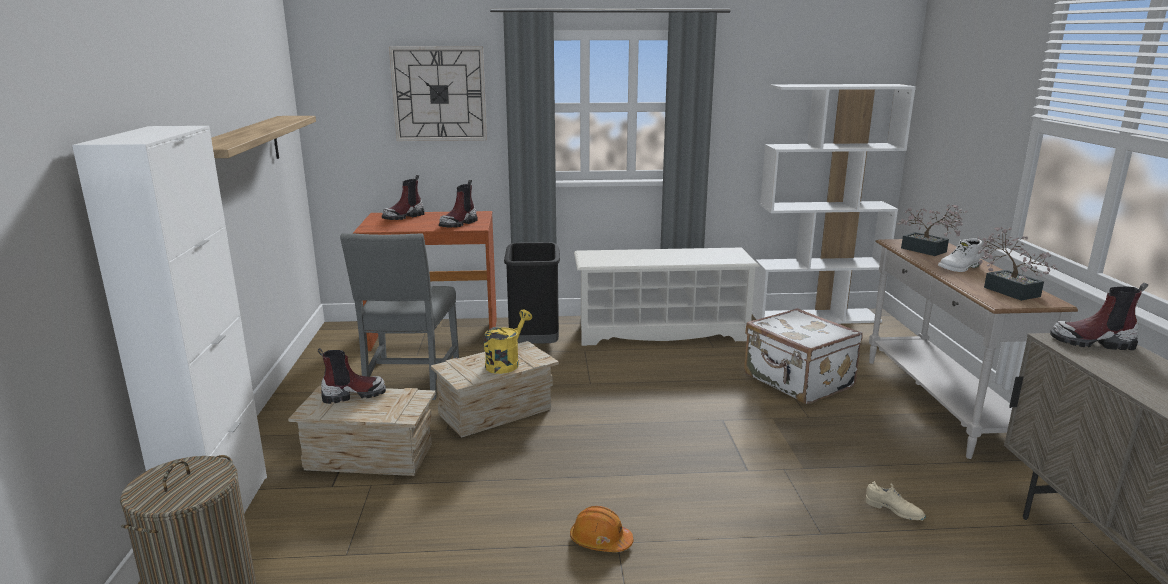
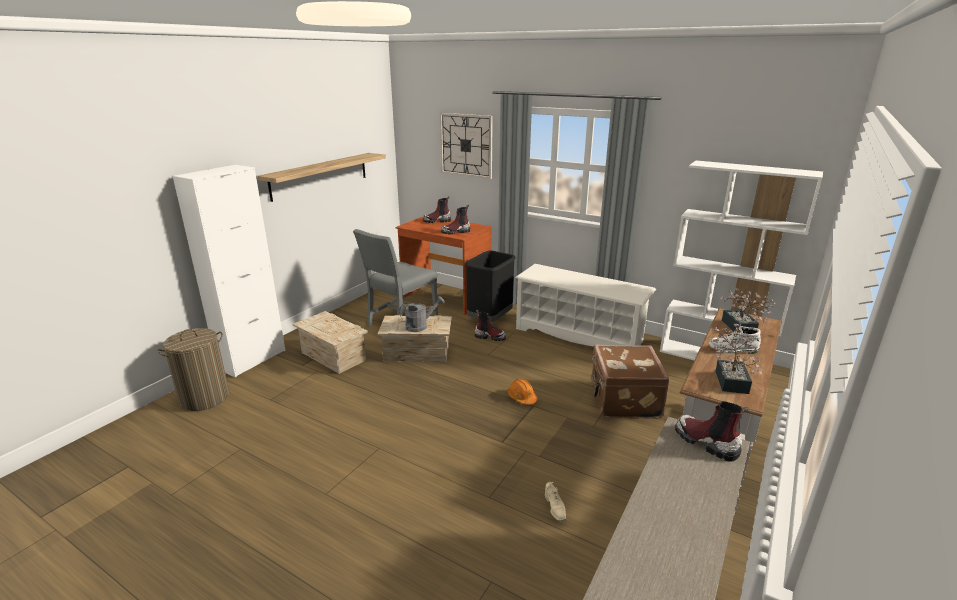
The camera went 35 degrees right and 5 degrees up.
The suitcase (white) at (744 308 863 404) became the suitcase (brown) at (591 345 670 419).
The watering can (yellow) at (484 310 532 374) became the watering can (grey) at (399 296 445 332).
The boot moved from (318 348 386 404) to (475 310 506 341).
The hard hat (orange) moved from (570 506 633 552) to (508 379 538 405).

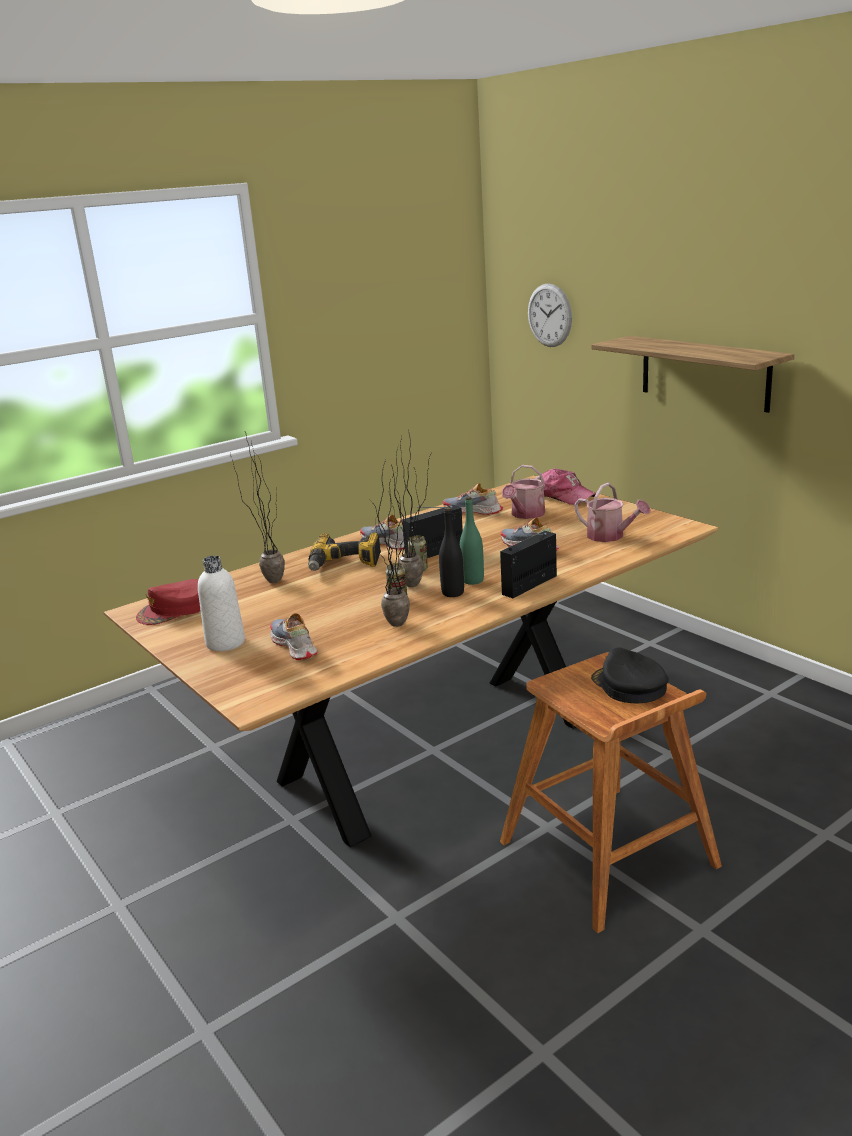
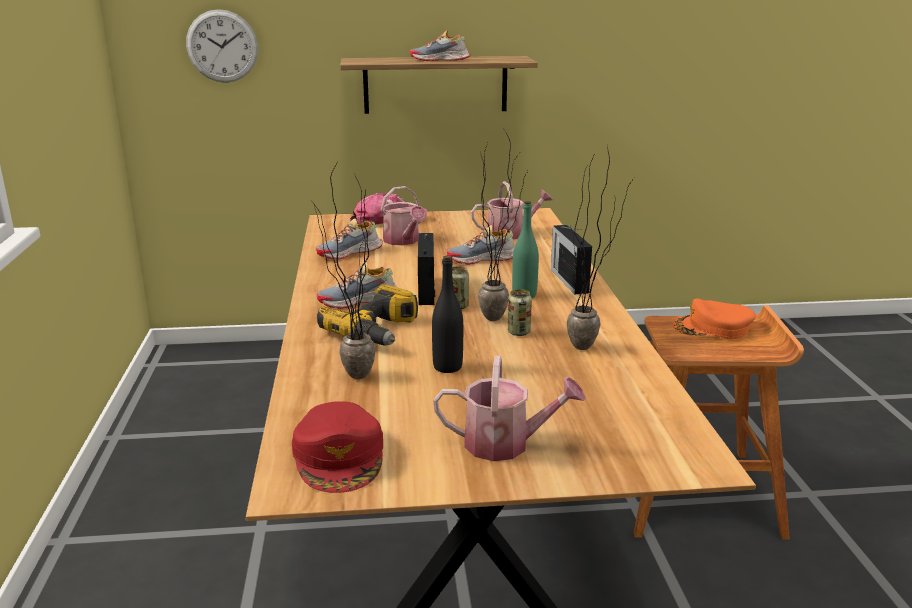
The camera went 60 degrees left and 0 degrees up.
The bottle (black) moved from (439 507 464 597) to (432 255 463 373).
The bottle (white) at (198 556 245 651) was replaced by the watering can at (434 356 586 461).
The shoe moved from (270 613 318 660) to (410 30 471 61).
The cap (black) at (591 647 669 703) became the cap (orange) at (673 299 756 339).

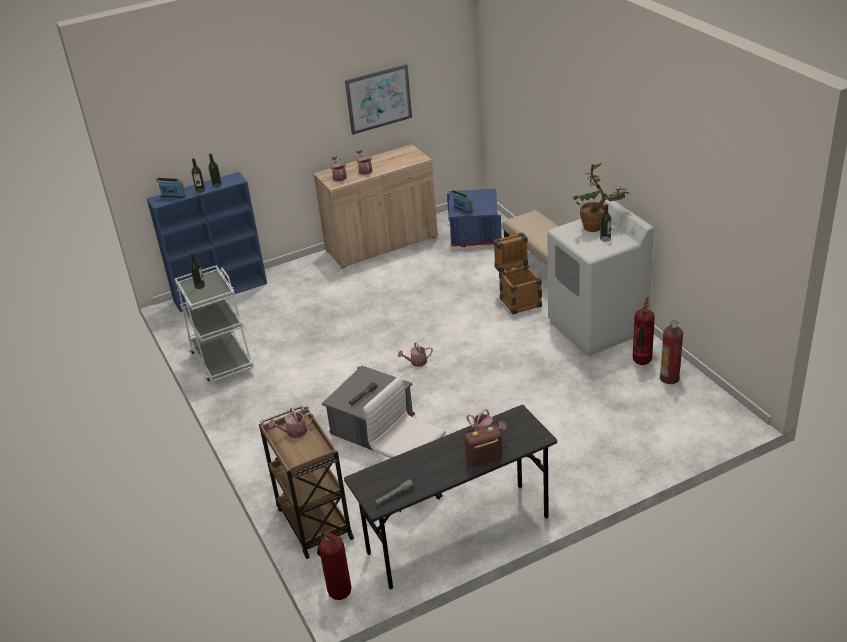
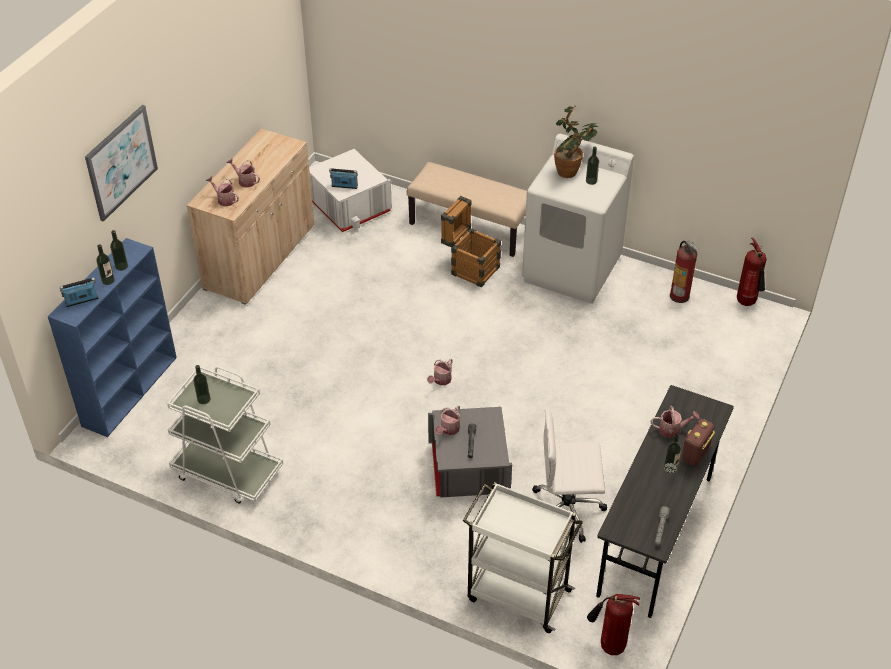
The camera went 40 degrees left and 10 degrees up.
The picture moved from (345 64 412 135) to (85 105 158 222).
The storage box (blue) at (447 189 502 247) became the storage box (white) at (309 149 392 232).
The fire extinguisher moved from (633 297 655 365) to (737 238 767 306).
The cart (brown) at (259 405 354 559) became the cart (white) at (463 482 583 633).
The watering can moved from (269 408 314 438) to (435 405 460 435).
The bottle at (664 434 681 473) appeared.

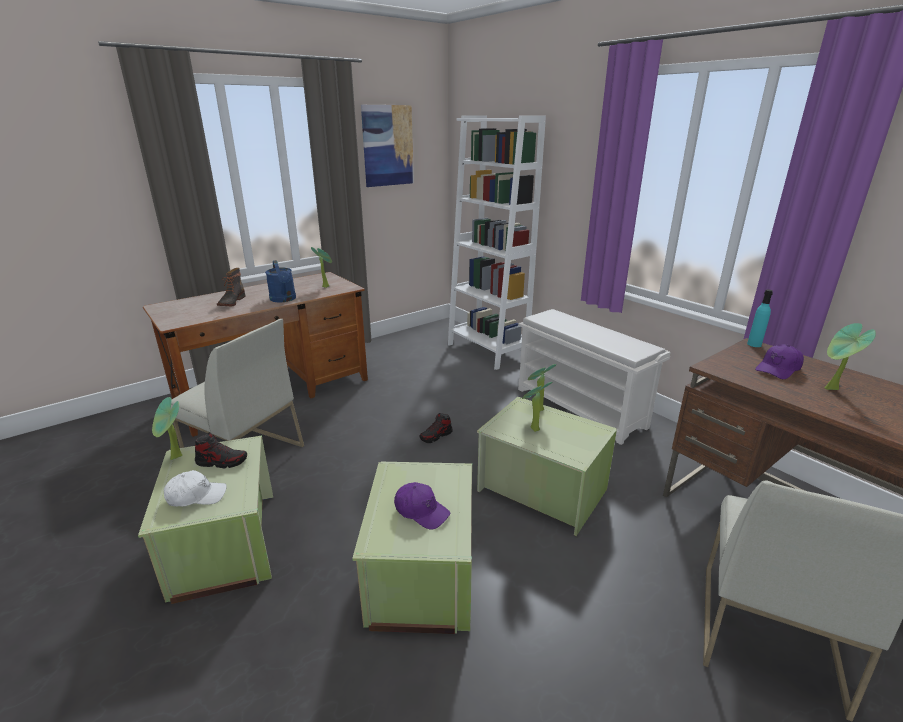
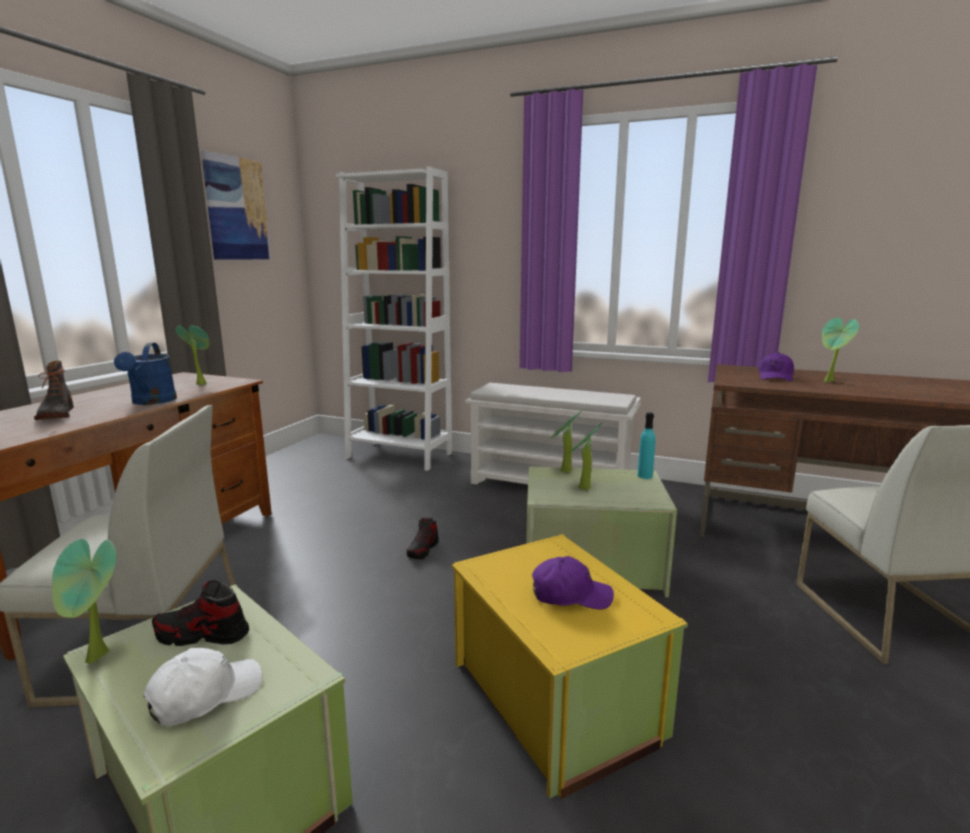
The camera went 30 degrees left and 10 degrees down.
The watering can (blue) at (265 260 296 302) turned 45 degrees clockwise.
The bottle (turquoise) moved from (747 290 773 347) to (638 412 656 479).
The shoe at (195 433 247 468) turned 150 degrees counterclockwise.
The storage box (green) at (352 462 472 634) became the storage box (yellow) at (452 534 688 799).

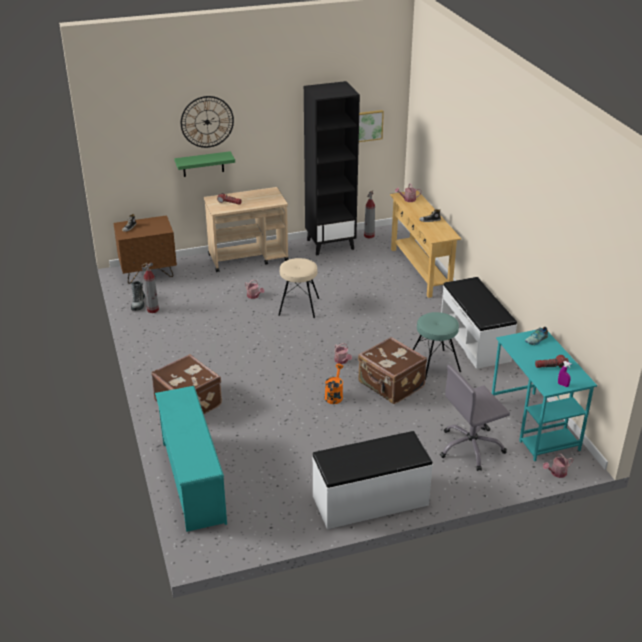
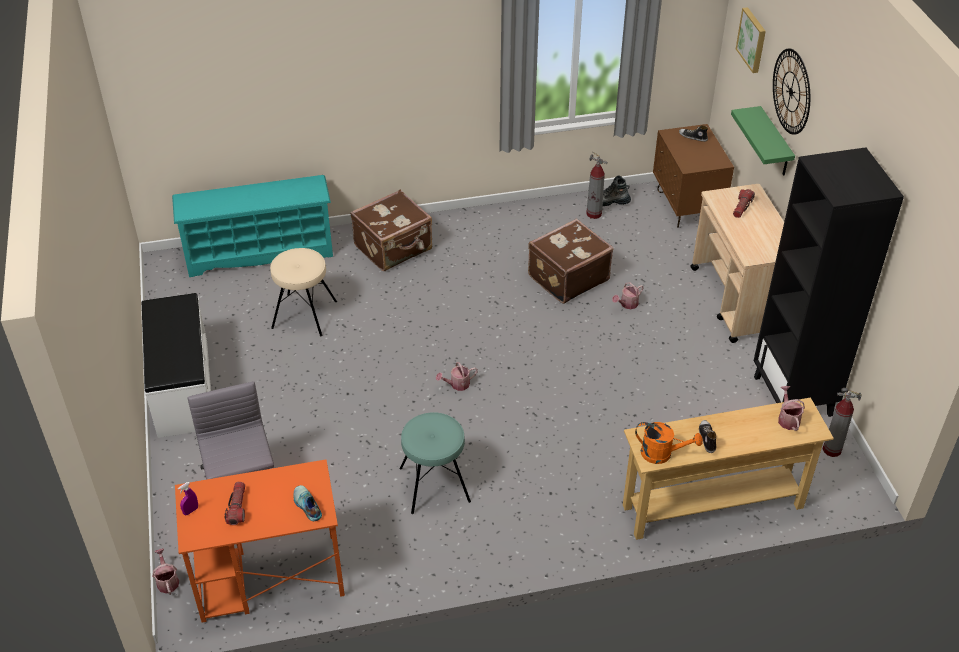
The camera went 95 degrees right and 10 degrees up.
The picture moved from (359 110 384 142) to (736 7 766 73).
The stool (beige) moved from (278 258 319 318) to (270 248 337 336).
The bench (white) at (441 277 517 369) disappeared.
The desk (turquoise) at (492 330 597 461) became the desk (orange) at (175 459 345 623).
The suitcase (brown) moved from (358 337 427 404) to (528 218 614 304).
The watering can (orange) moved from (325 364 343 404) to (635 422 703 464).

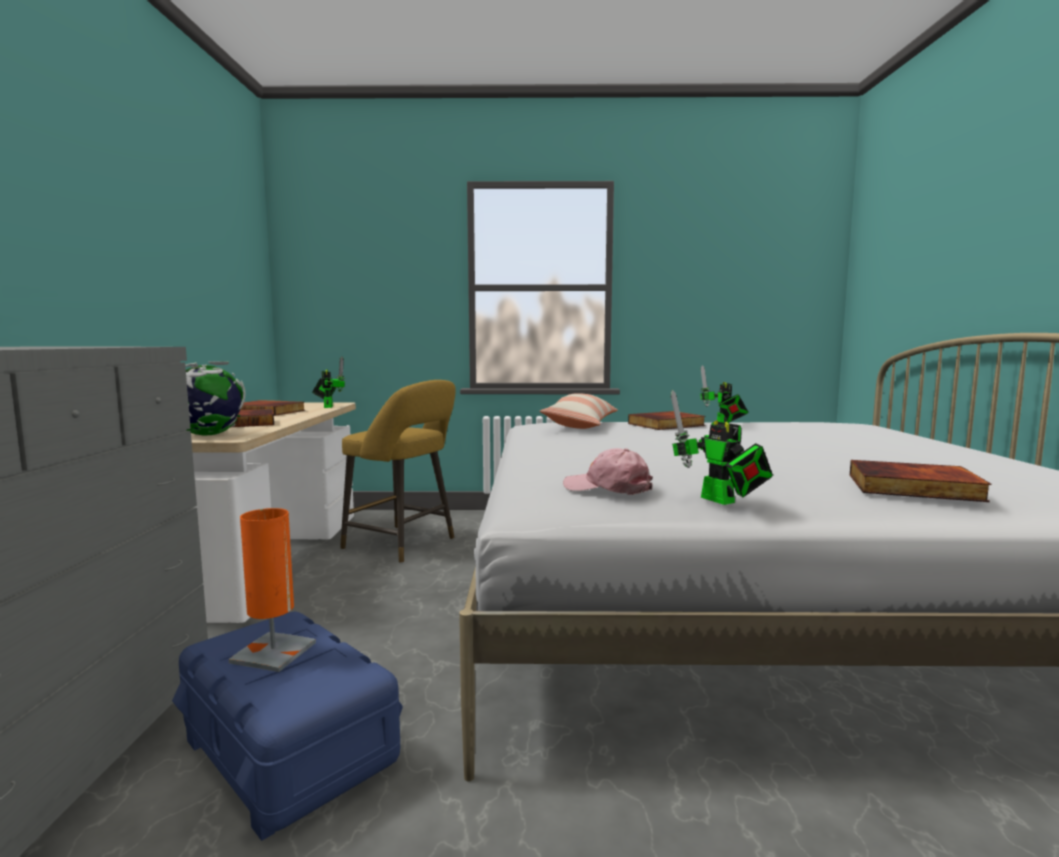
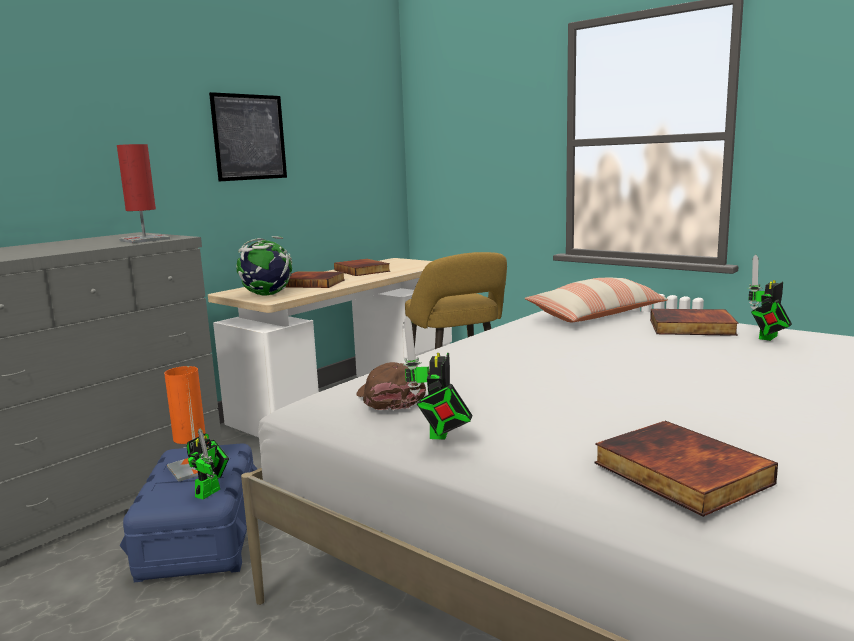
The camera went 40 degrees right and 5 degrees up.
The toy robot moved from (312 356 345 408) to (187 428 229 500).
The cap (pink) at (563 448 653 495) became the cap (brown) at (357 362 426 410).
The picture at (209 92 287 181) appeared.
The table lamp (red) at (117 144 170 243) appeared.

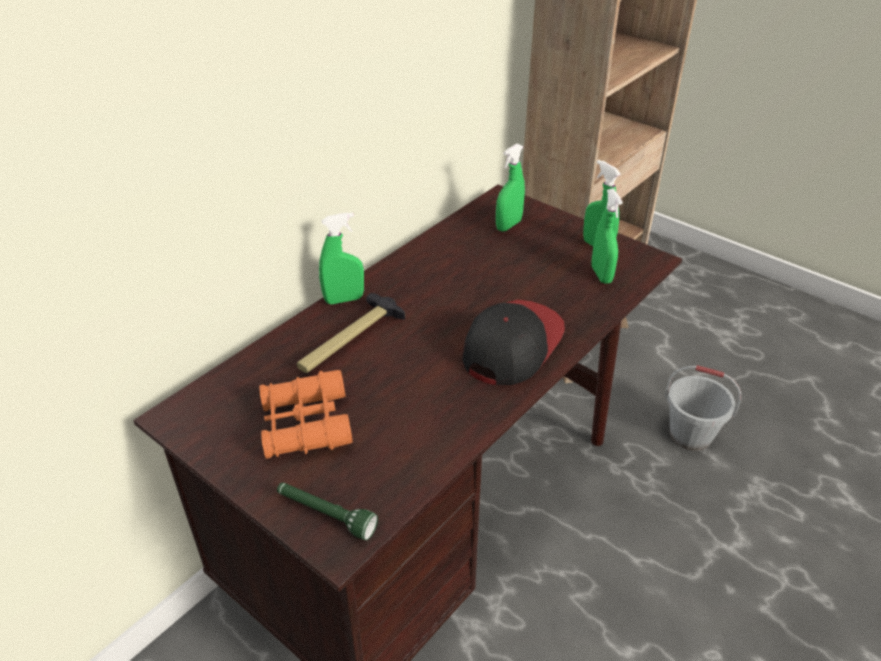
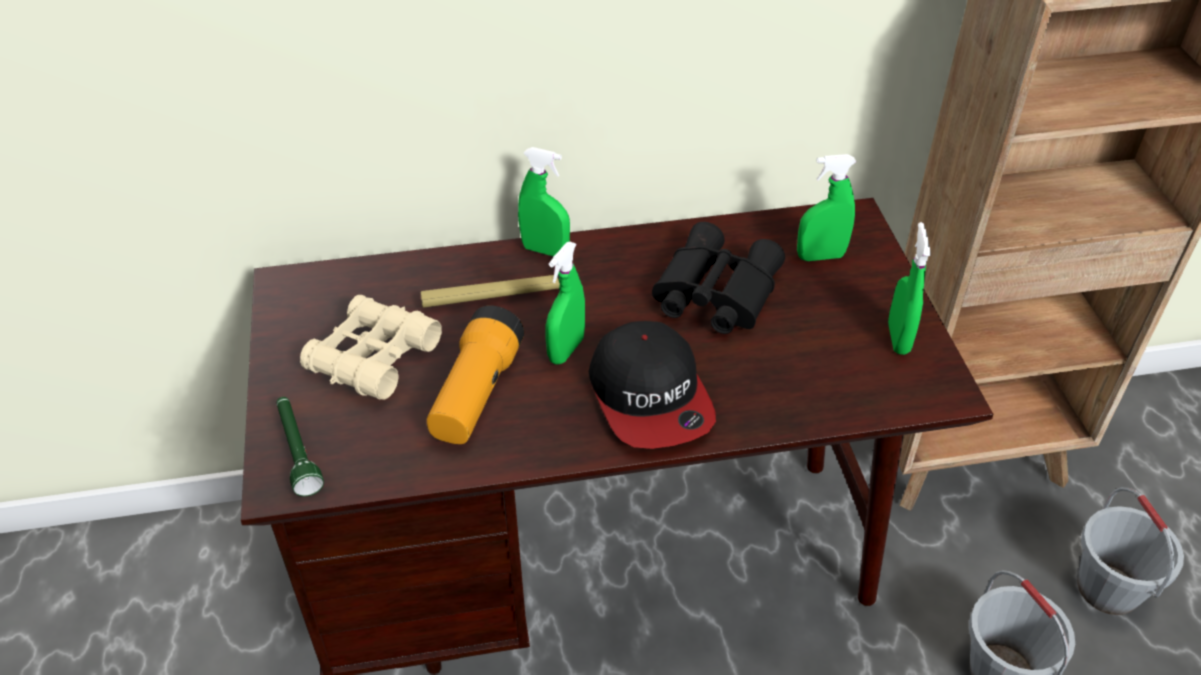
The camera went 40 degrees right and 5 degrees up.
The spray bottle (green) moved from (591 189 623 284) to (545 242 585 365).
The cap at (462 300 565 385) turned 90 degrees clockwise.
The binoculars (orange) at (259 370 353 459) became the binoculars (beige) at (300 295 442 400).
The binoculars (black) at (652 222 785 334) appeared.
The flashlight at (427 305 524 444) appeared.
The bucket (grey) at (1077 487 1184 615) appeared.

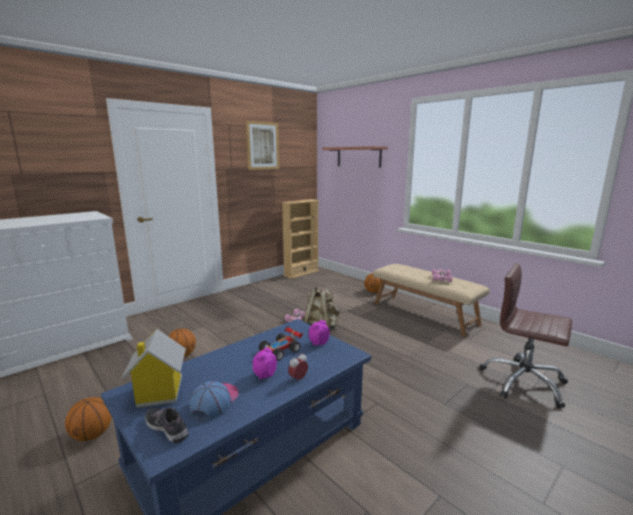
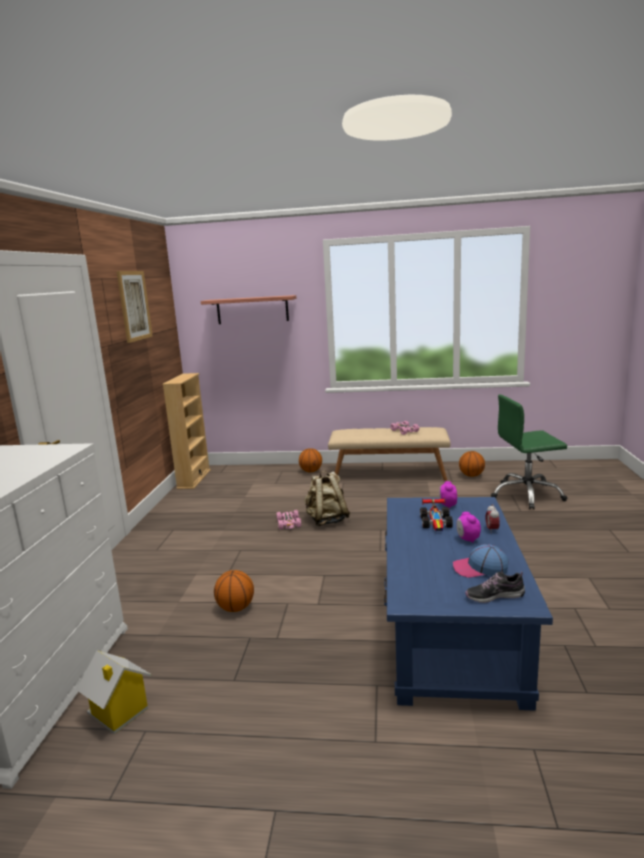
The camera went 40 degrees left and 0 degrees up.
The office chair (brown) at (479 263 572 408) became the office chair (green) at (491 395 567 510).
The toy house moved from (121 329 186 407) to (76 650 152 734).
The cap at (189 381 239 420) turned 60 degrees counterclockwise.
The basketball moved from (65 397 112 441) to (459 451 485 477).

